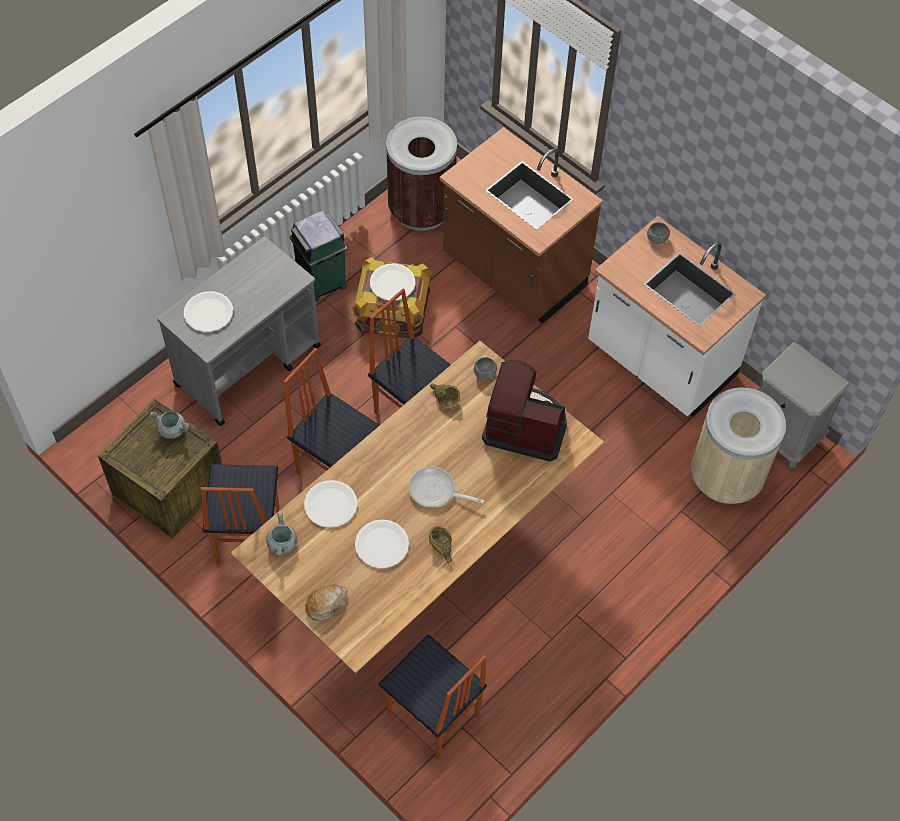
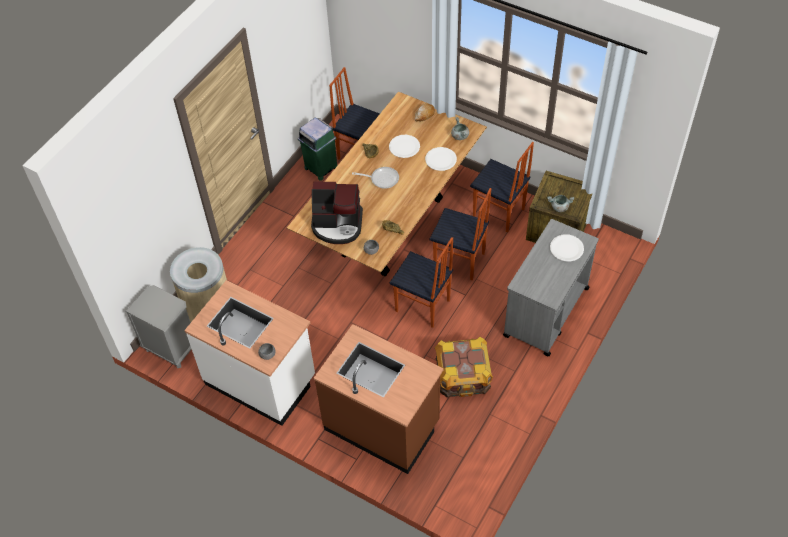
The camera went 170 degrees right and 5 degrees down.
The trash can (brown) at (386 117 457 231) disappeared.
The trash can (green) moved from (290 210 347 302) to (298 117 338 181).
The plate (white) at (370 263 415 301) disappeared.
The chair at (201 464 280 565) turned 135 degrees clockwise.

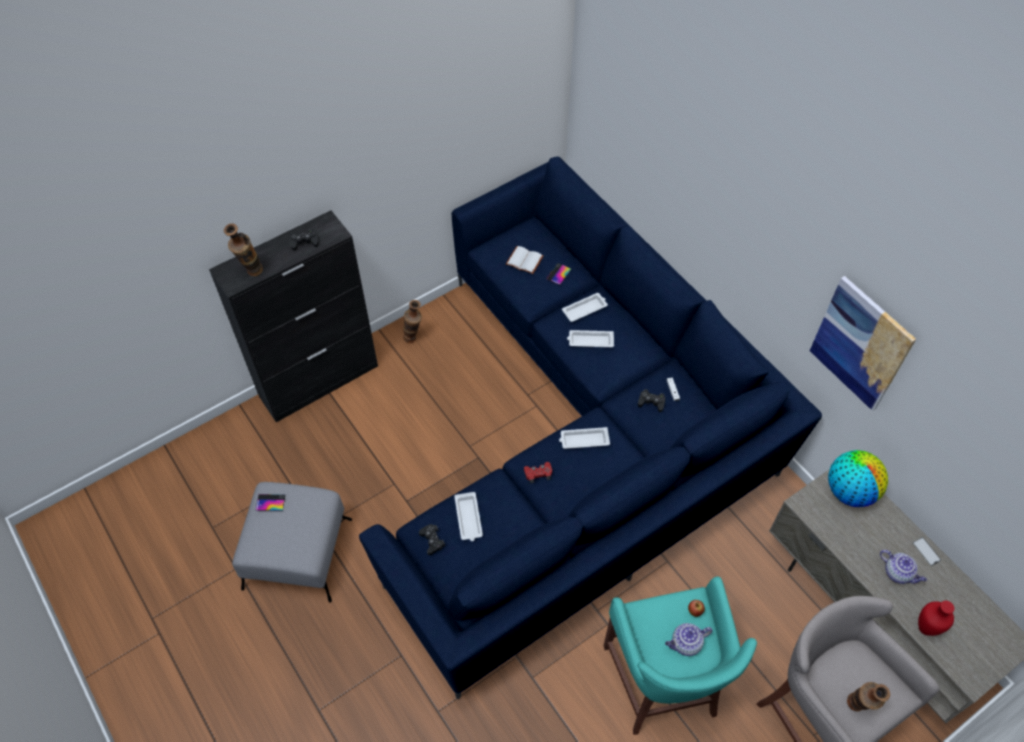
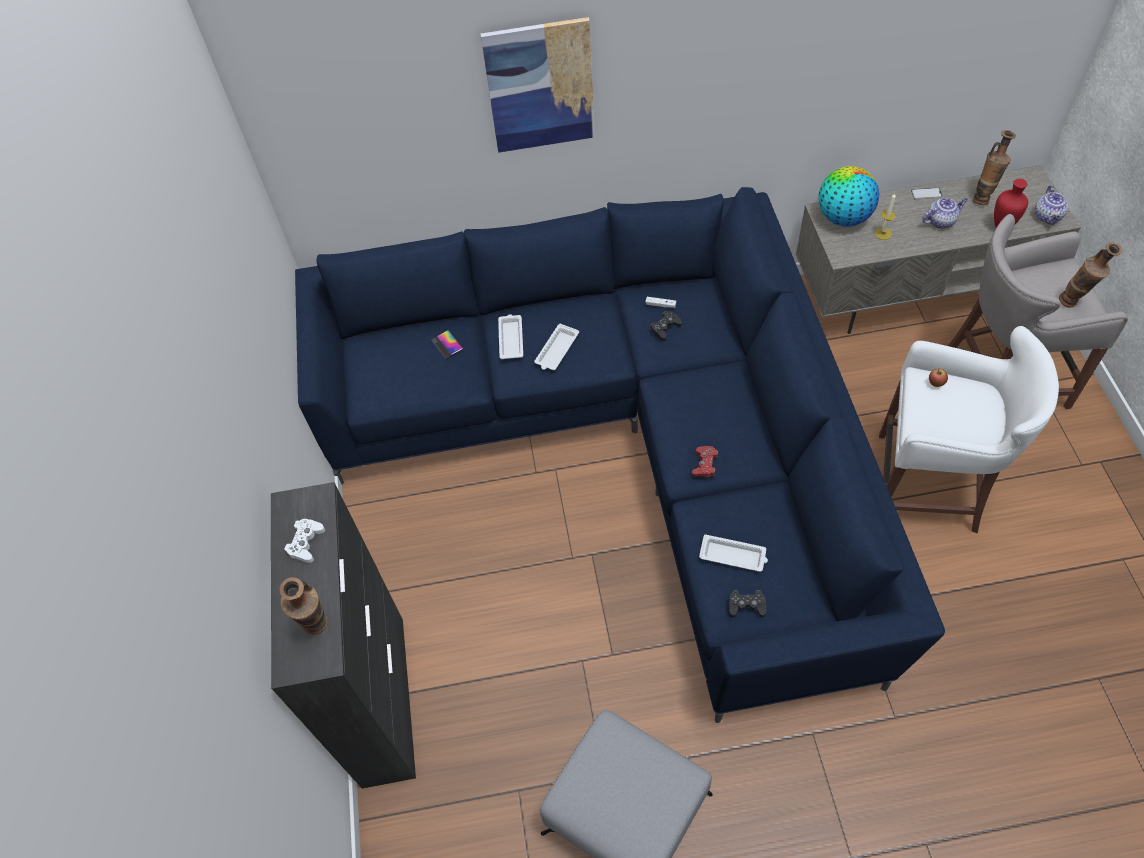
The camera went 60 degrees left and 0 degrees up.
The game controller (black) at (289 229 319 251) became the game controller (white) at (284 519 325 563).
The book (white) at (506 246 544 274) disappeared.
The picture moved from (810 276 916 411) to (481 17 595 153).
The vase moved from (403 300 422 343) to (973 130 1016 205).
The tray (white) at (559 427 610 449) disappeared.
The phone at (256 494 285 511) disappeared.
The stool (turquoise) at (604 576 757 735) became the stool (white) at (879 326 1059 534).
The teapot moved from (665 623 713 656) to (1035 185 1068 225).
The candle at (875 193 896 240) appeared.

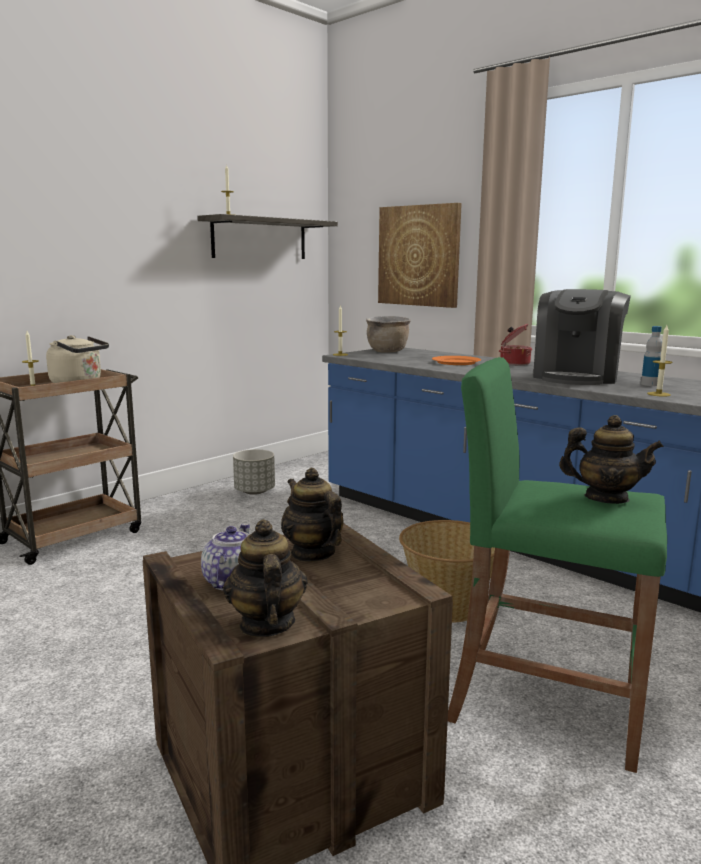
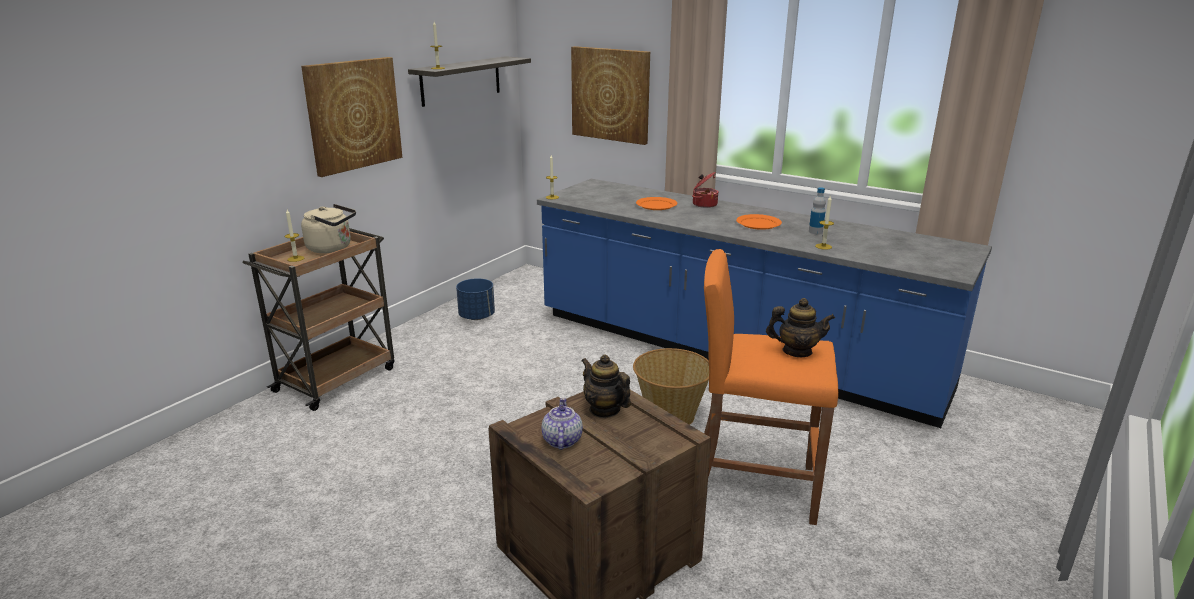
The camera went 10 degrees left and 10 degrees up.
The coffee machine at (533 289 631 385) was replaced by the plate (orange) at (736 214 782 230).
The cooking pot (brown) at (366 316 411 353) disappeared.
The stool (green) at (448 357 667 773) became the stool (orange) at (704 249 839 525).
The planter (grey) at (233 449 275 495) became the planter (blue) at (456 278 495 320).
The teapot at (223 519 308 637) disappeared.
The picture at (301 57 402 177) appeared.

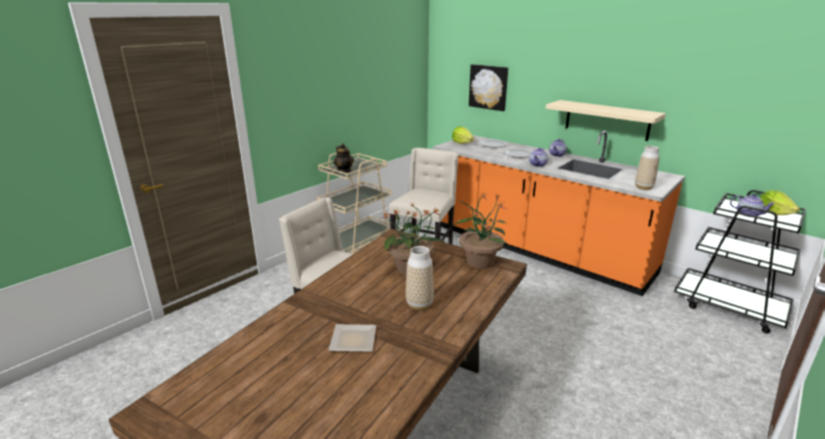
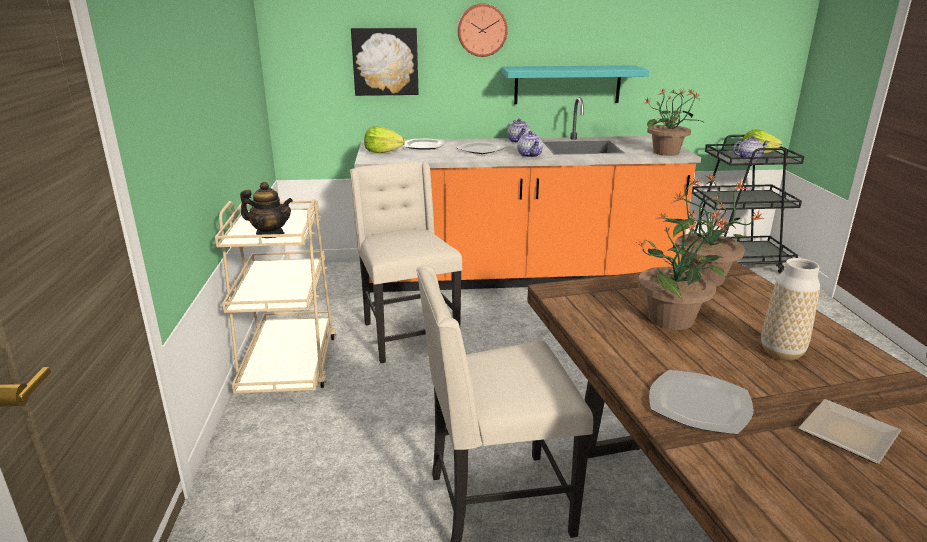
The camera went 45 degrees left and 0 degrees up.
The shelf (beige) at (546 100 666 141) became the shelf (turquoise) at (501 65 649 104).
The vase at (635 146 660 190) was replaced by the potted plant at (645 89 704 156).
The wall clock at (458 4 508 57) appeared.
The plate at (649 370 753 434) appeared.

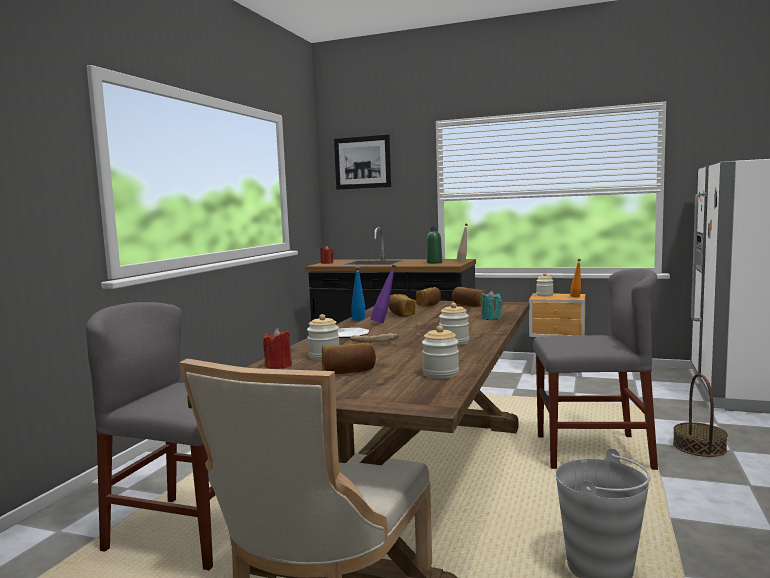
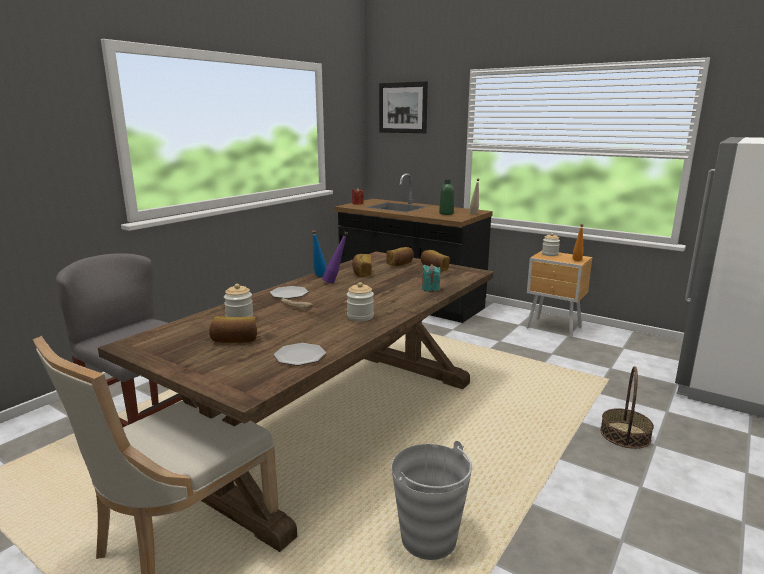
The camera went 15 degrees right and 10 degrees up.
The chair (grey) at (533 269 658 470) disappeared.
The jar at (422 326 459 379) was replaced by the plate at (274 343 326 366).
The candle (red) at (263 328 292 369) disappeared.

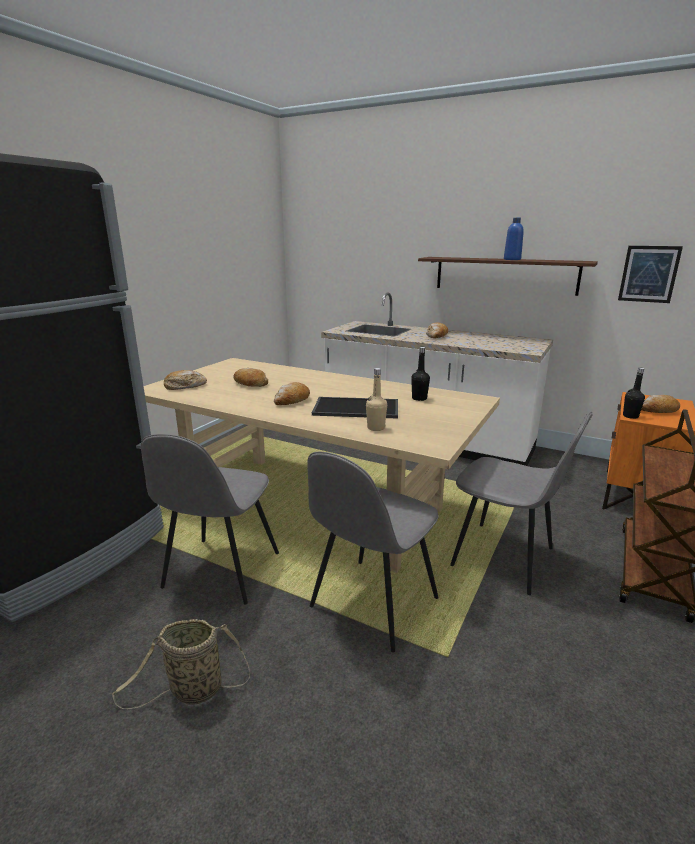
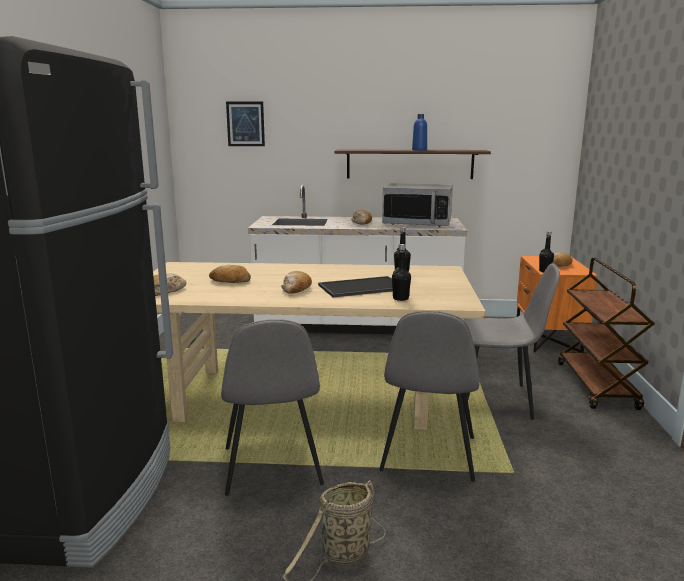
The camera went 25 degrees left and 5 degrees down.
The picture moved from (618 246 683 303) to (226 102 265 146).
The bottle (beige) at (366 368 387 431) became the bottle (black) at (392 244 411 301).
The microwave at (382 183 453 227) appeared.

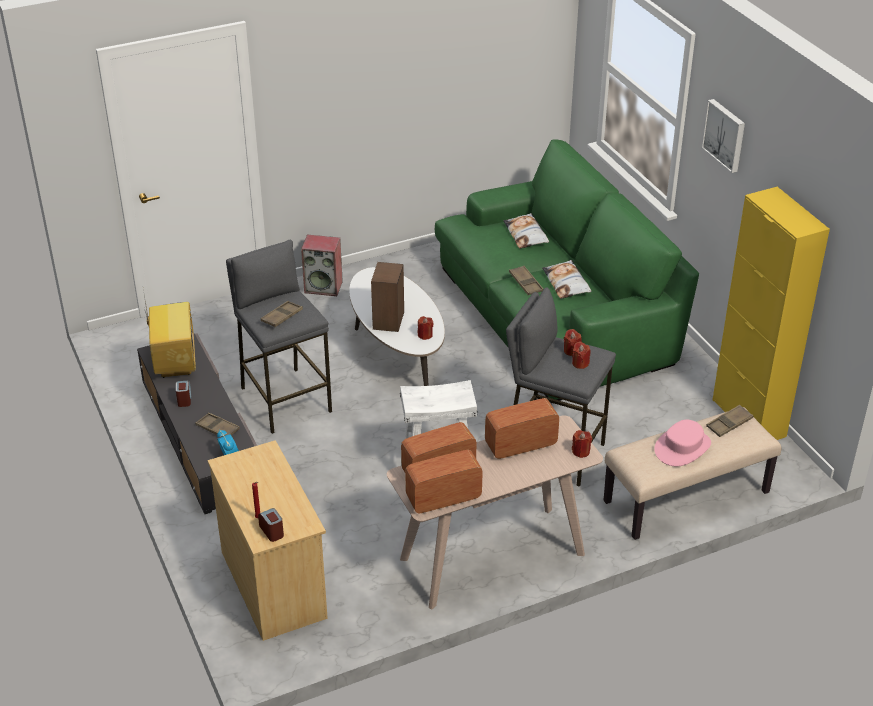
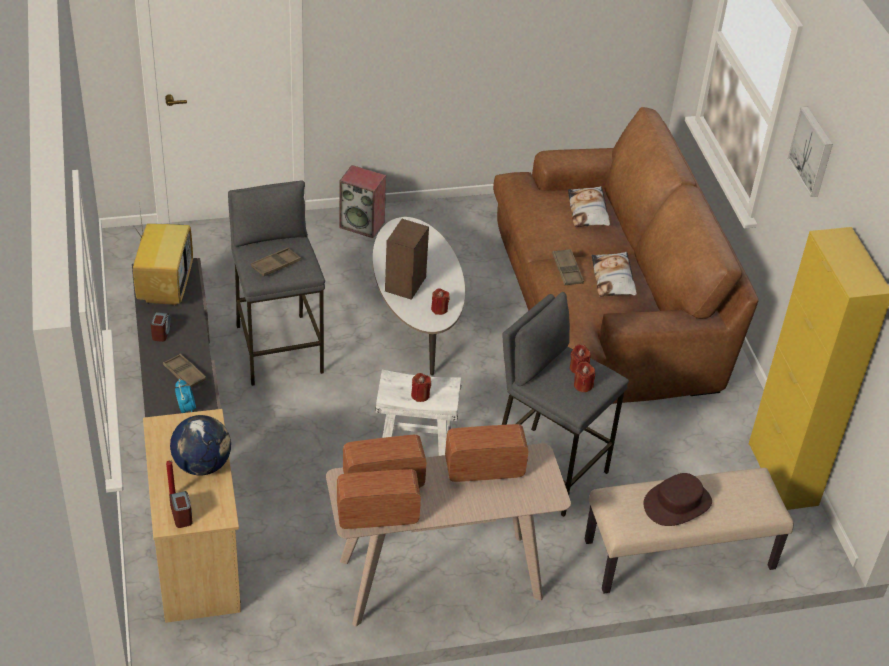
The camera went 10 degrees right and 5 degrees up.
The sofa (green) at (435 139 699 401) became the sofa (brown) at (493 107 759 404).
The tray (brown) at (706 405 753 437) disappeared.
The hat (pink) at (654 420 711 466) became the hat (brown) at (644 473 712 526).
The candle (red) moved from (572 430 592 458) to (411 373 431 402).
The globe at (170 415 231 476) appeared.

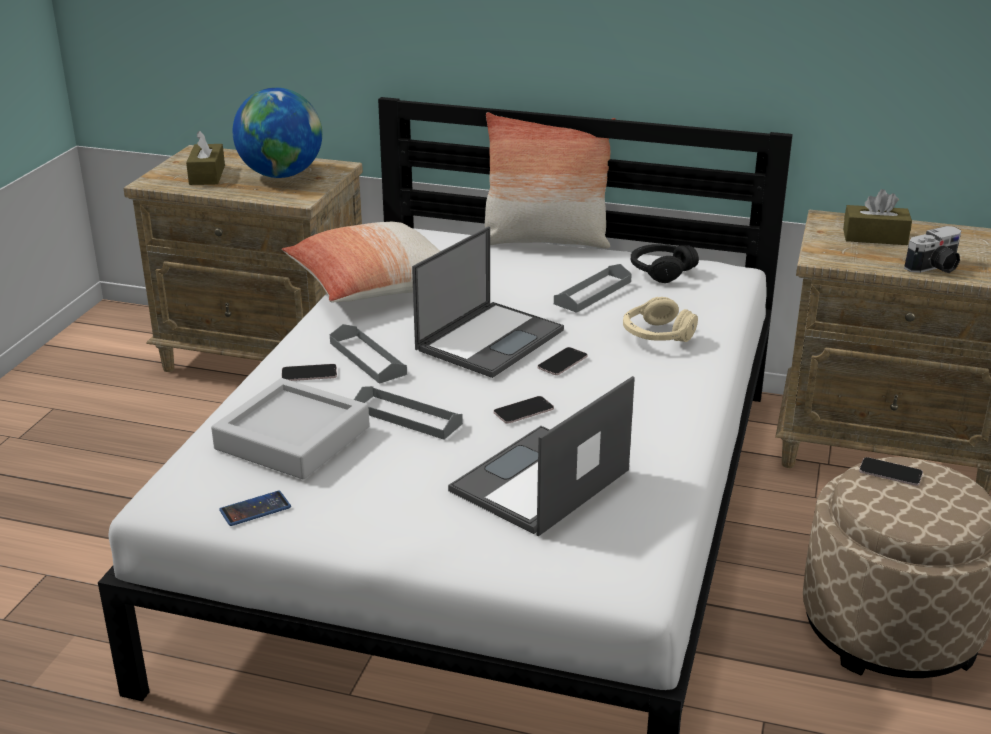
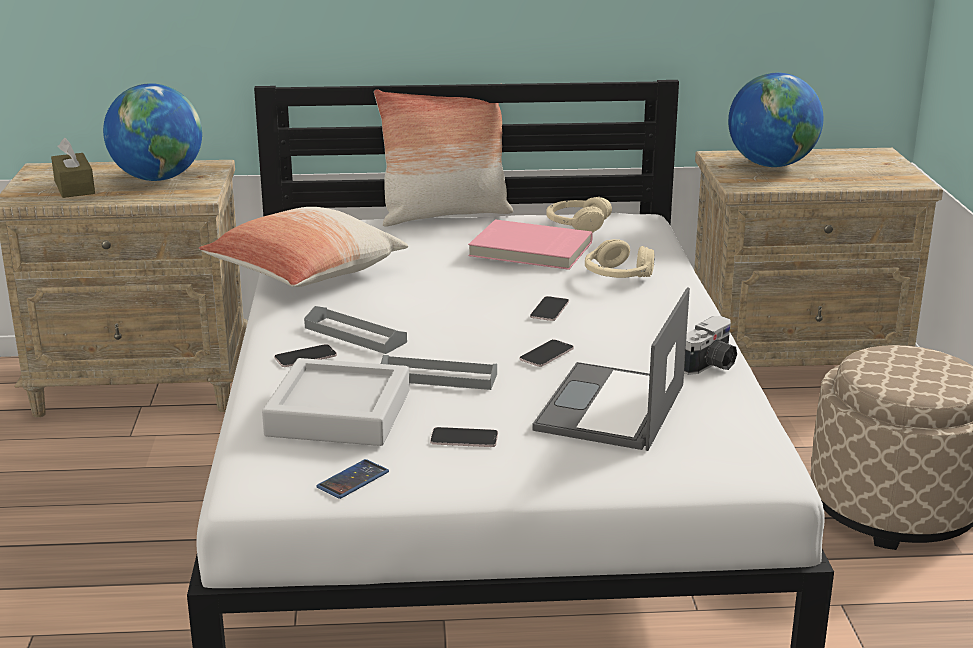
The camera went 20 degrees left and 5 degrees down.
The tissue box (brown) at (843 189 912 245) was replaced by the globe at (728 73 823 167).
The laptop at (412 226 564 378) disappeared.
The photo camera moved from (904 226 962 273) to (684 316 737 375).
The headphones (black) at (631 244 699 283) became the headphones (beige) at (546 197 612 233).
The tray (grey) at (554 264 632 313) was replaced by the book (pink) at (468 219 593 270).
The phone moved from (859 457 923 486) to (430 427 498 447).

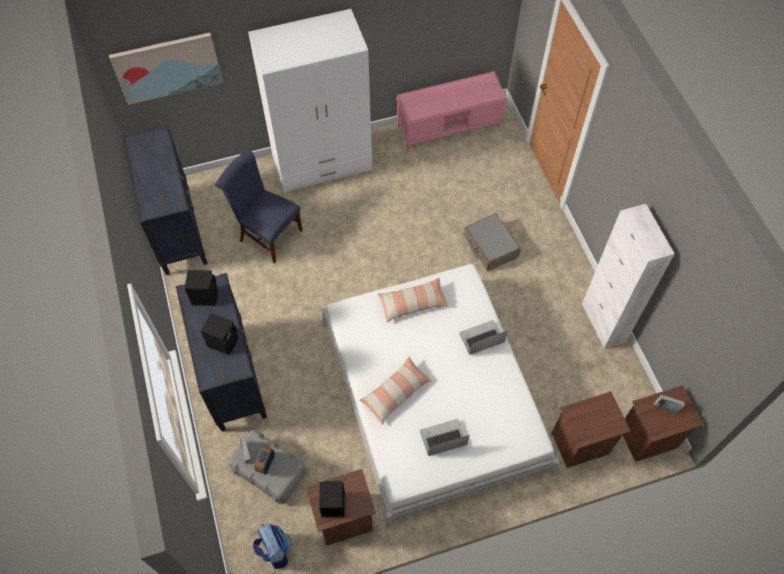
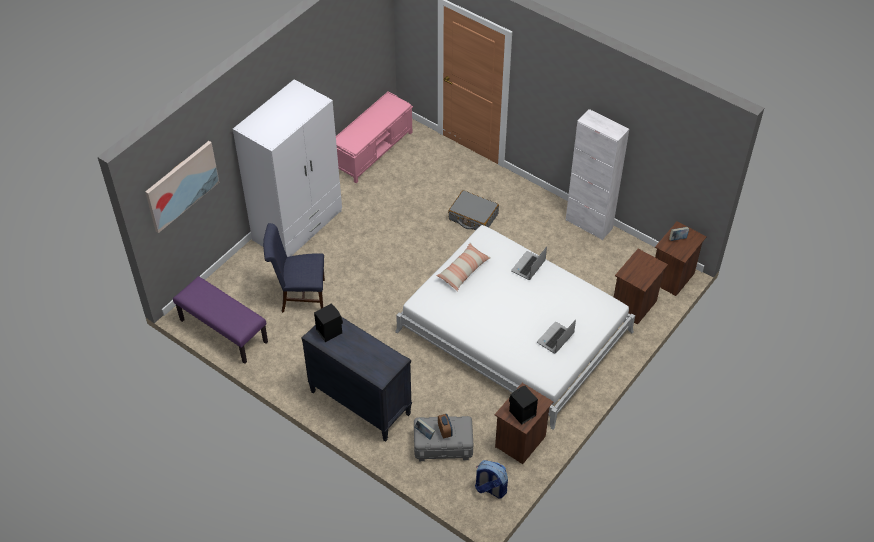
The camera went 35 degrees left and 10 degrees down.
The dresser (black) at (122 126 207 275) was replaced by the bench (purple) at (173 276 268 364).
The speaker (black) at (201 313 238 355) disappeared.
The pillow at (359 356 432 425) disappeared.

